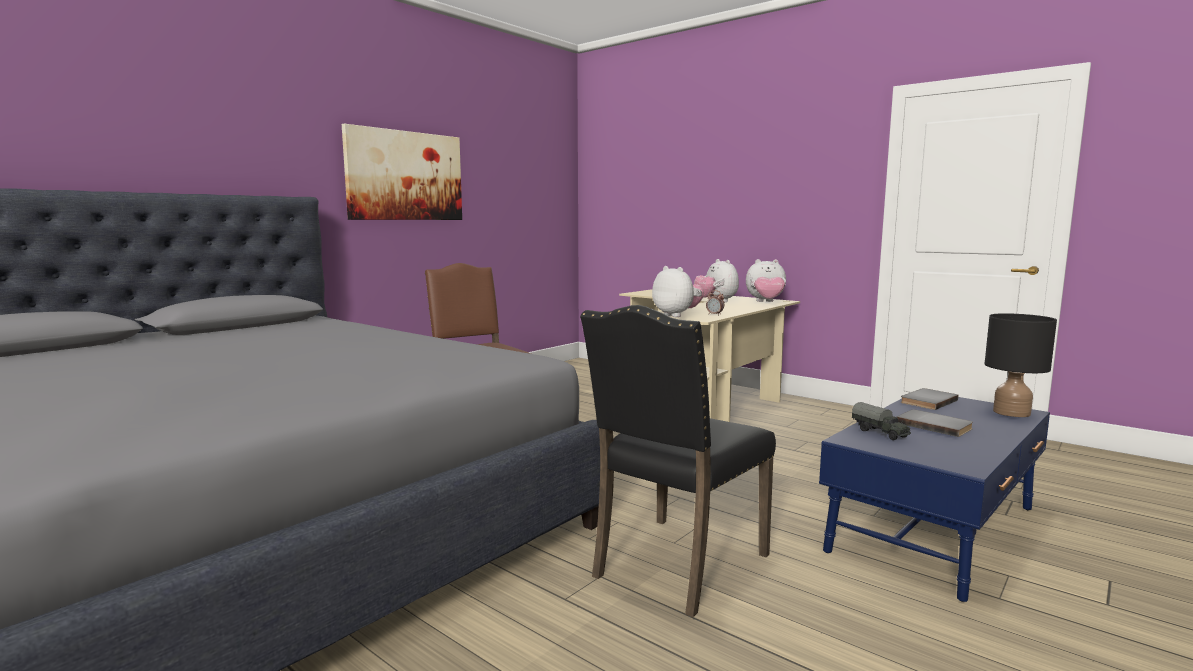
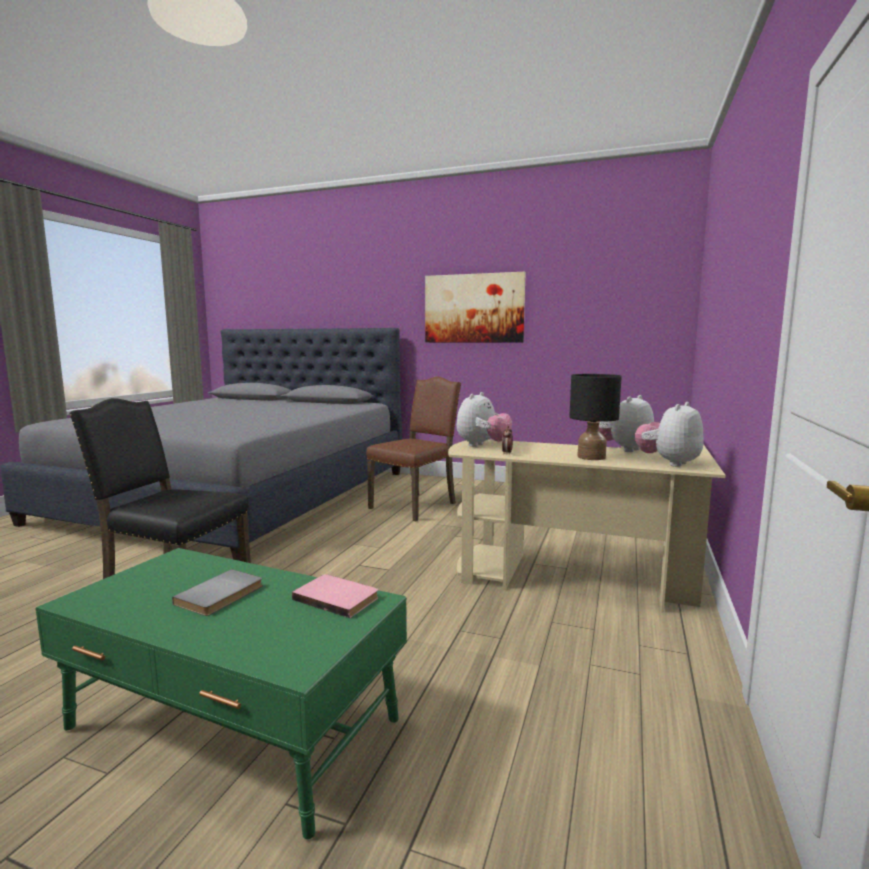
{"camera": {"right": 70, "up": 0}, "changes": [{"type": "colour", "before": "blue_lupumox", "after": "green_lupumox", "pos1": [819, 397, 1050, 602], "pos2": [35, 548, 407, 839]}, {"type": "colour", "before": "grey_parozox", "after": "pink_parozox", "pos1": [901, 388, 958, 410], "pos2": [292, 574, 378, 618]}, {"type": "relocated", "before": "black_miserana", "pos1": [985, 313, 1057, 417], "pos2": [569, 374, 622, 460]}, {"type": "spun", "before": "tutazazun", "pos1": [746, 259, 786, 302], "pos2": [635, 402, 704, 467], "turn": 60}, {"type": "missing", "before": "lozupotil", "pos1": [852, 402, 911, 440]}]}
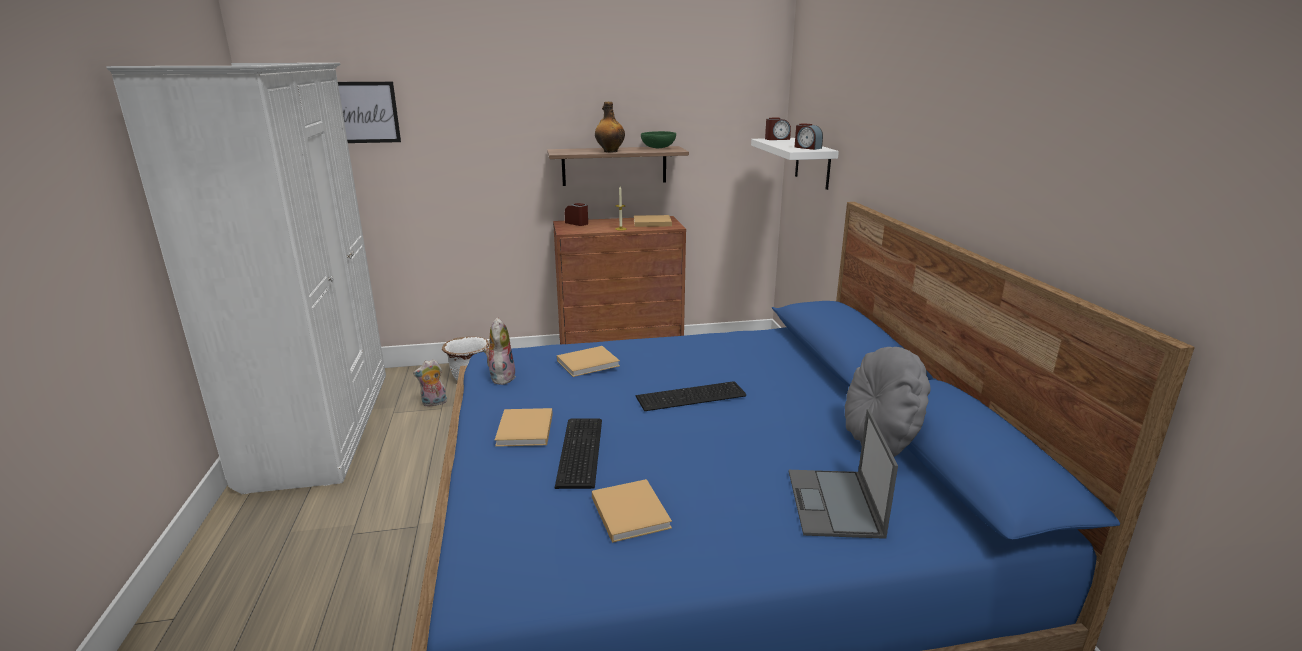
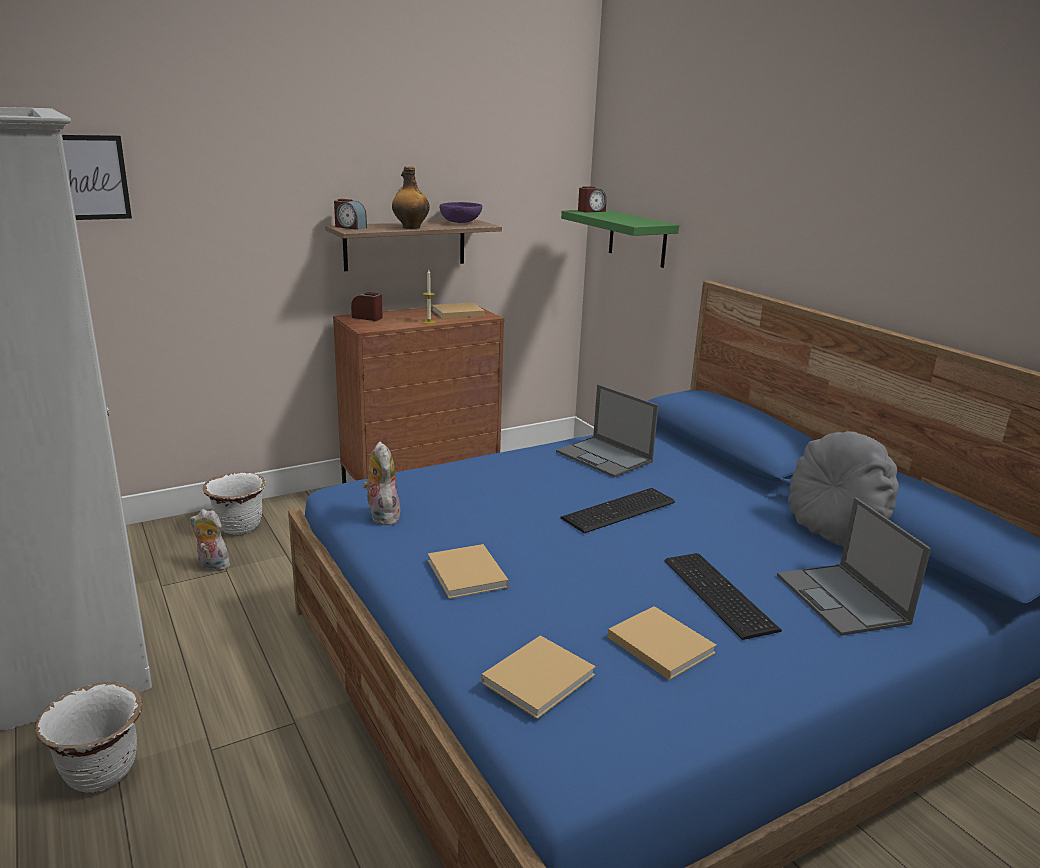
{"camera": {"right": -20, "up": 0}, "changes": [{"type": "appeared", "after": "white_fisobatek", "pos2": [35, 683, 143, 793]}, {"type": "spun", "before": "tutazazun", "pos1": [413, 359, 447, 407], "pos2": [190, 509, 232, 571], "turn": 60}, {"type": "relocated", "before": "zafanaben", "pos1": [795, 123, 823, 150], "pos2": [334, 199, 367, 230]}, {"type": "colour", "before": "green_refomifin", "after": "purple_refomifin", "pos1": [641, 131, 676, 148], "pos2": [440, 202, 482, 223]}, {"type": "relocated", "before": "beige_parozox", "pos1": [557, 346, 620, 377], "pos2": [481, 635, 596, 719]}, {"type": "appeared", "after": "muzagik", "pos2": [556, 384, 659, 478]}, {"type": "colour", "before": "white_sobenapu", "after": "green_sobenapu", "pos1": [751, 138, 839, 190], "pos2": [561, 210, 679, 268]}, {"type": "relocated", "before": "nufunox", "pos1": [555, 418, 602, 489], "pos2": [664, 553, 782, 640]}]}
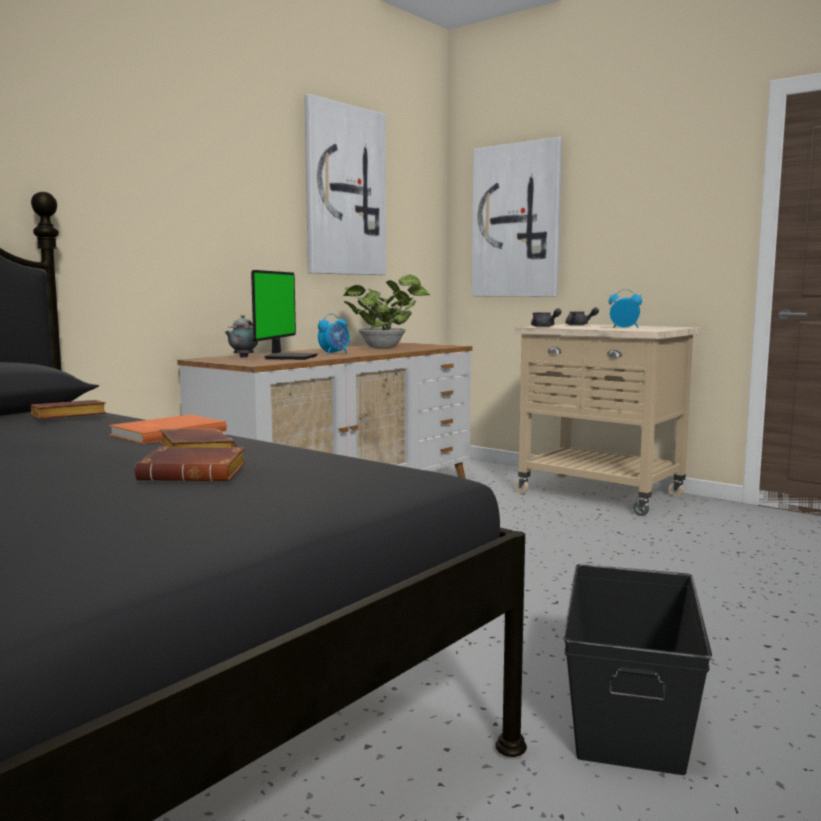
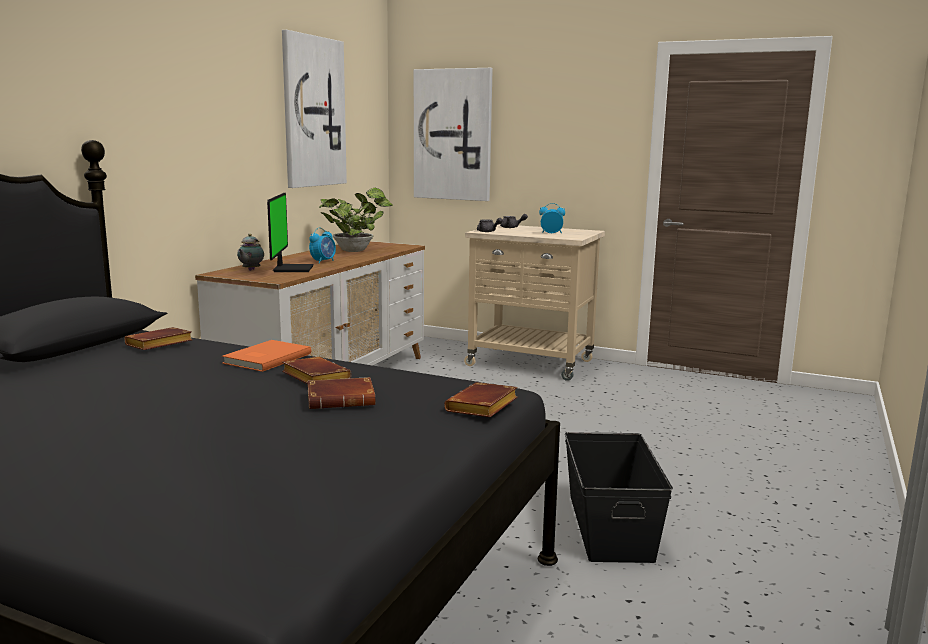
{"camera": {"right": -15, "up": 5}, "changes": [{"type": "appeared", "after": "brown_parozox", "pos2": [444, 382, 518, 417]}]}
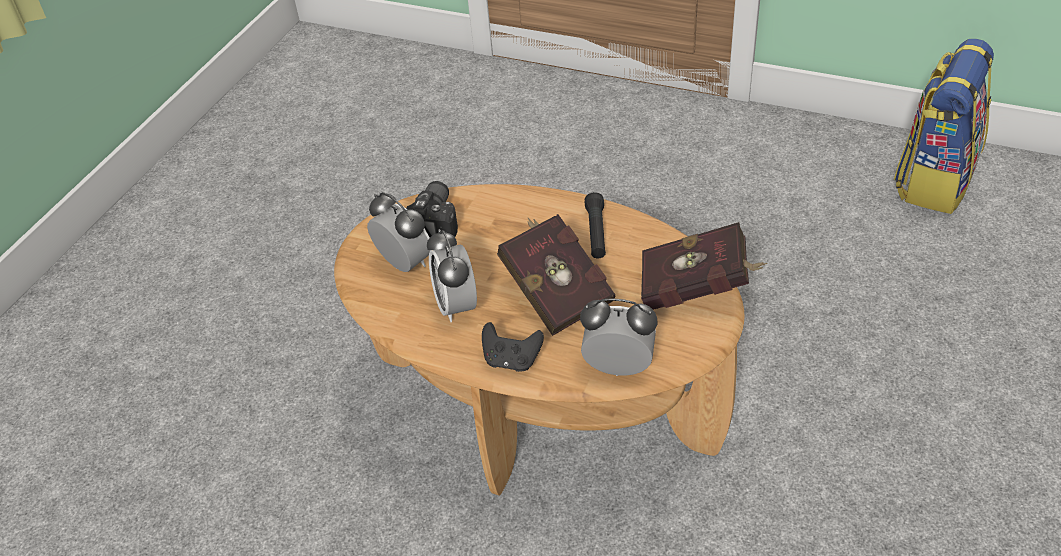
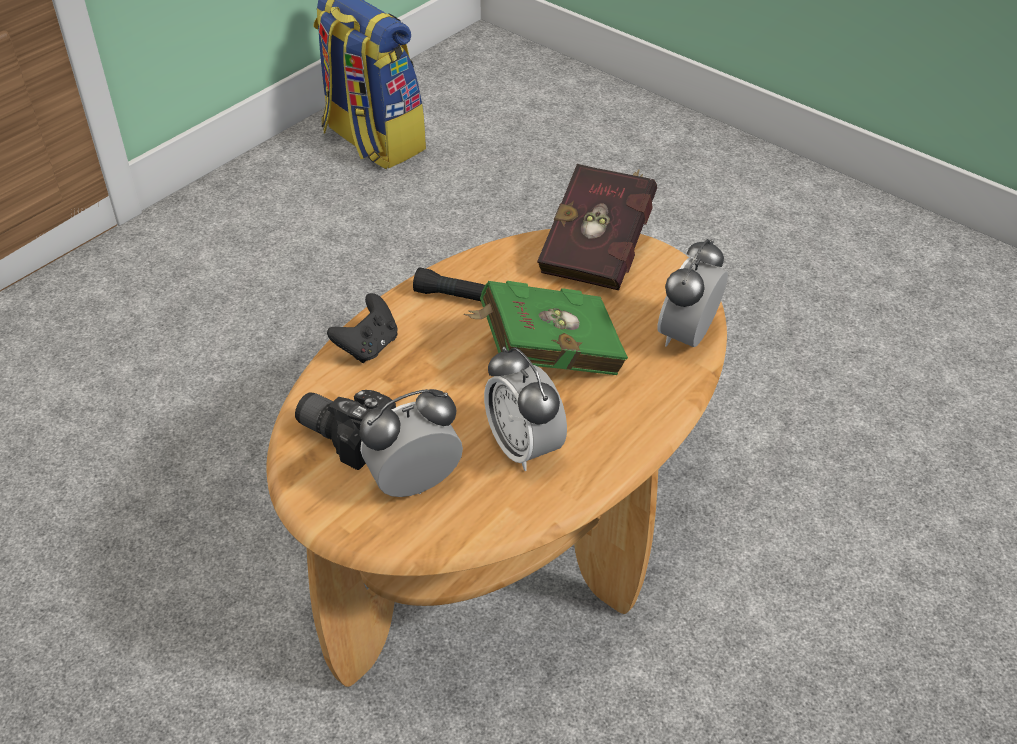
{"camera": {"right": -75, "up": 0}, "changes": [{"type": "relocated", "before": "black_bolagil", "pos1": [482, 322, 544, 372], "pos2": [327, 293, 398, 363]}, {"type": "colour", "before": "red_parozox", "after": "green_parozox", "pos1": [497, 214, 615, 336], "pos2": [464, 281, 628, 375]}, {"type": "spun", "before": "zafanaben", "pos1": [427, 229, 477, 322], "pos2": [484, 347, 567, 471], "turn": 60}]}
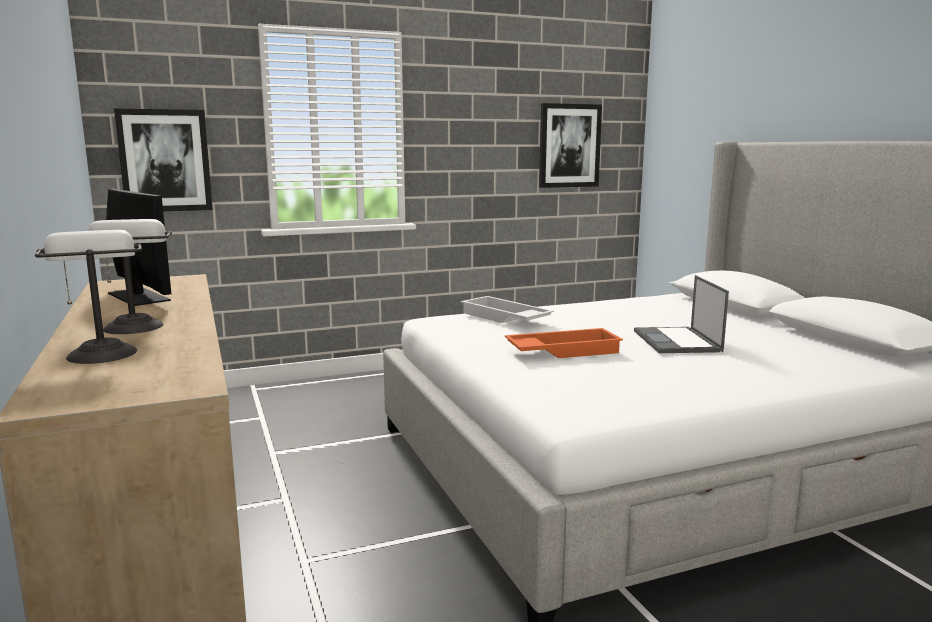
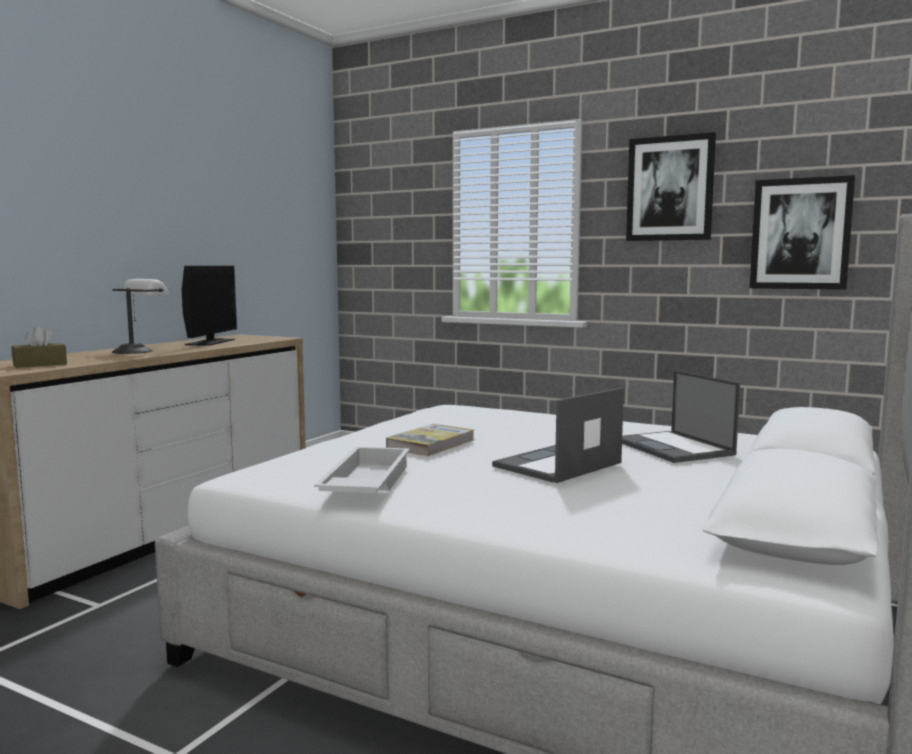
{"camera": {"right": 50, "up": -5}, "changes": [{"type": "appeared", "after": "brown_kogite", "pos2": [12, 326, 67, 368]}, {"type": "relocated", "before": "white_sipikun", "pos1": [461, 296, 554, 323], "pos2": [314, 447, 410, 493]}, {"type": "exchanged", "before": "orange_sipikun", "after": "parozox", "pos1": [505, 328, 623, 358], "pos2": [386, 424, 474, 456]}, {"type": "appeared", "after": "muzagik", "pos2": [622, 370, 740, 463]}, {"type": "relocated", "before": "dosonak", "pos1": [114, 108, 213, 211], "pos2": [626, 132, 716, 241]}, {"type": "missing", "before": "miserana", "pos1": [35, 230, 142, 364]}]}
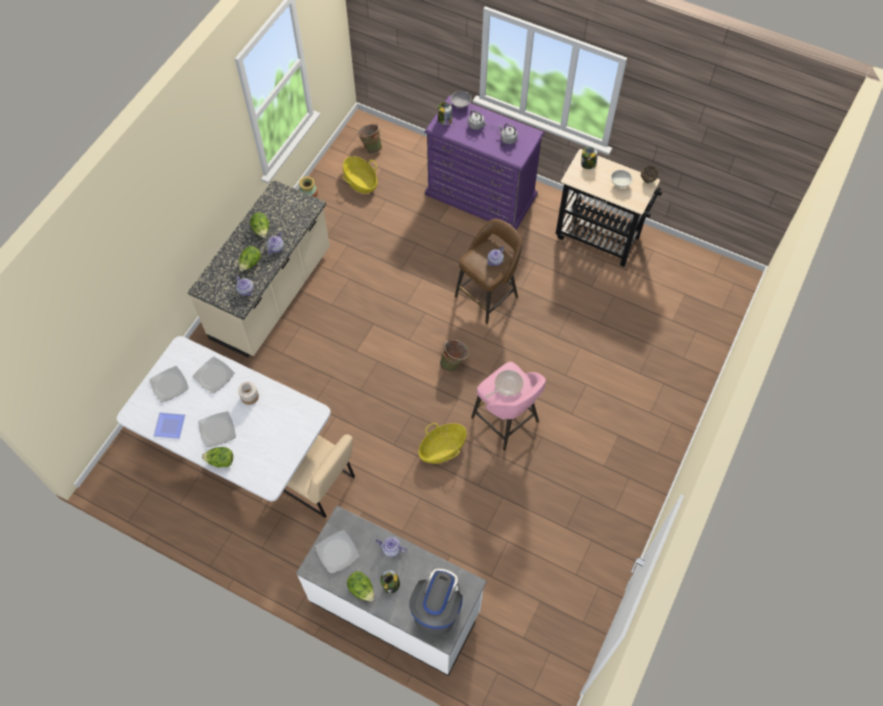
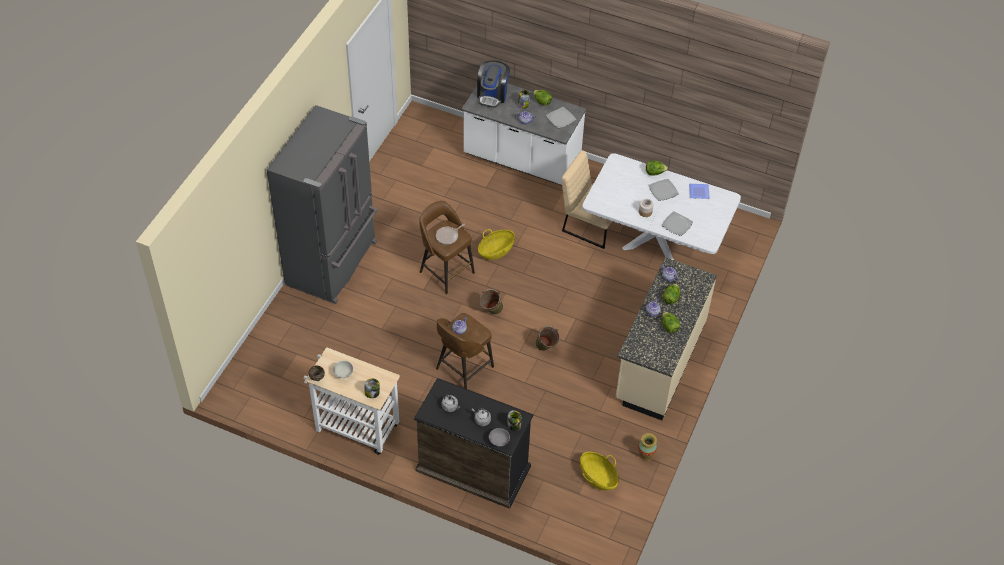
{"camera": {"right": 175, "up": -10}, "changes": [{"type": "appeared", "after": "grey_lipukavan", "pos2": [267, 105, 378, 304]}, {"type": "colour", "before": "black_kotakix", "after": "white_kotakix", "pos1": [556, 149, 662, 267], "pos2": [304, 348, 400, 455]}, {"type": "colour", "before": "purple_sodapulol", "after": "black_sodapulol", "pos1": [424, 95, 545, 230], "pos2": [414, 378, 534, 509]}, {"type": "colour", "before": "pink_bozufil", "after": "brown_bozufil", "pos1": [471, 362, 546, 451], "pos2": [419, 201, 475, 294]}, {"type": "relocated", "before": "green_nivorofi", "pos1": [357, 123, 382, 154], "pos2": [535, 326, 560, 351]}, {"type": "missing", "before": "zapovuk", "pos1": [149, 366, 189, 402]}]}
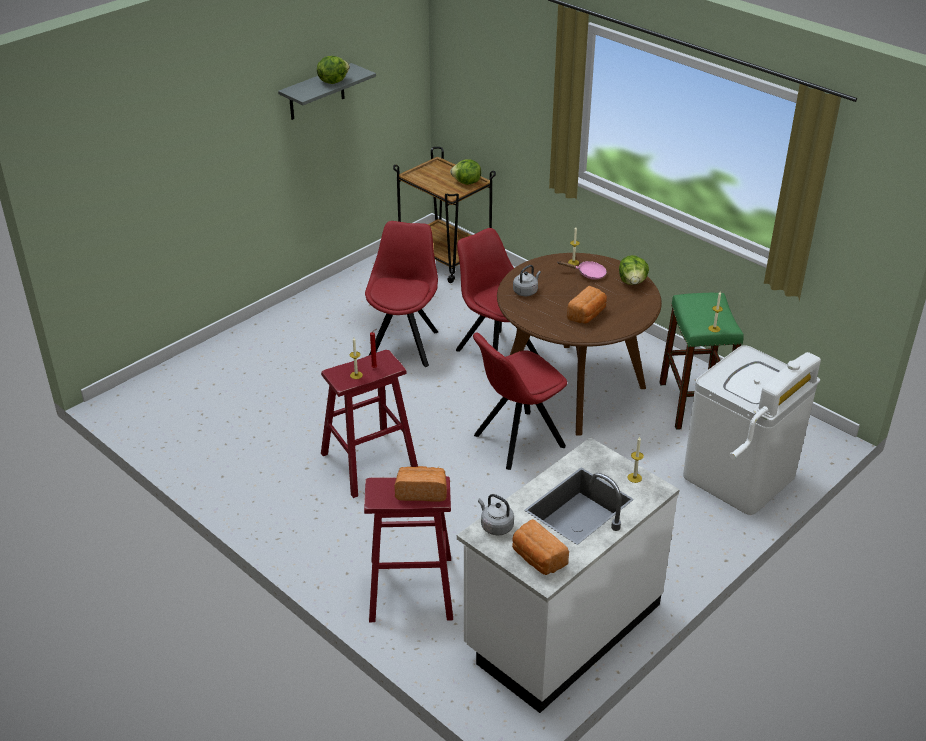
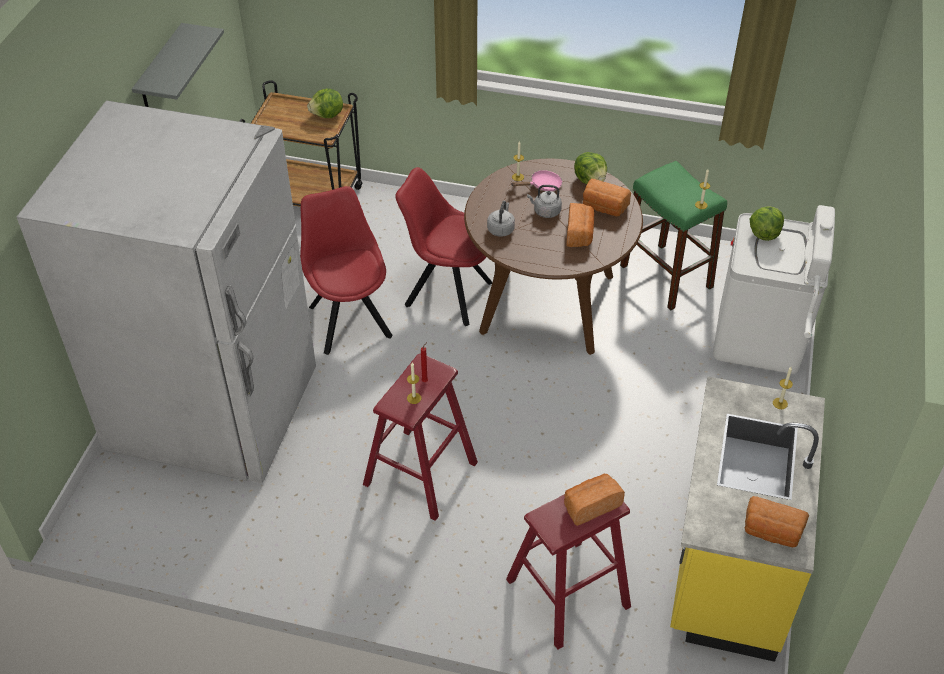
{"camera": {"right": -30, "up": 10}, "changes": [{"type": "appeared", "after": "white_lipukavan", "pos2": [17, 100, 316, 483]}, {"type": "relocated", "before": "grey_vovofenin", "pos1": [478, 494, 514, 535], "pos2": [527, 185, 562, 218]}, {"type": "appeared", "after": "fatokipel", "pos2": [583, 179, 631, 216]}, {"type": "colour", "before": "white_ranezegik", "after": "yellow_ranezegik", "pos1": [457, 437, 680, 713], "pos2": [670, 377, 825, 662]}, {"type": "relocated", "before": "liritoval", "pos1": [317, 56, 350, 84], "pos2": [750, 206, 784, 241]}, {"type": "missing", "before": "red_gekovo", "pos1": [473, 333, 567, 470]}]}
